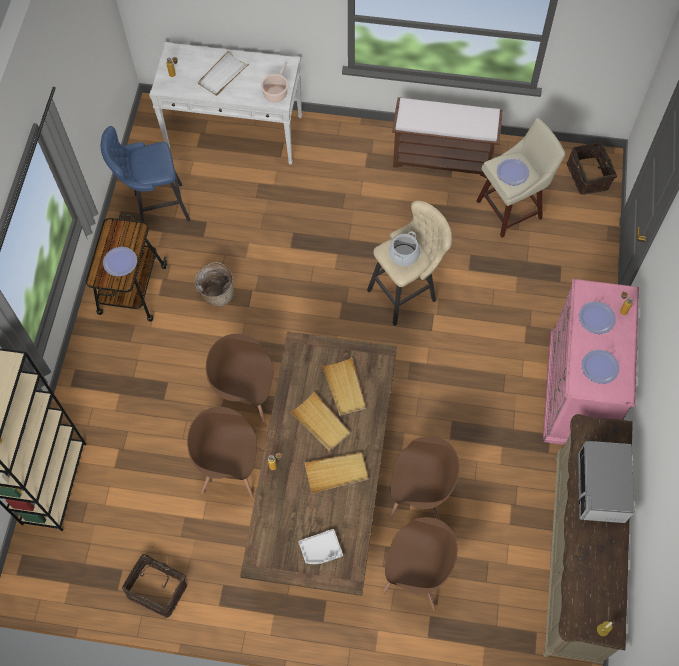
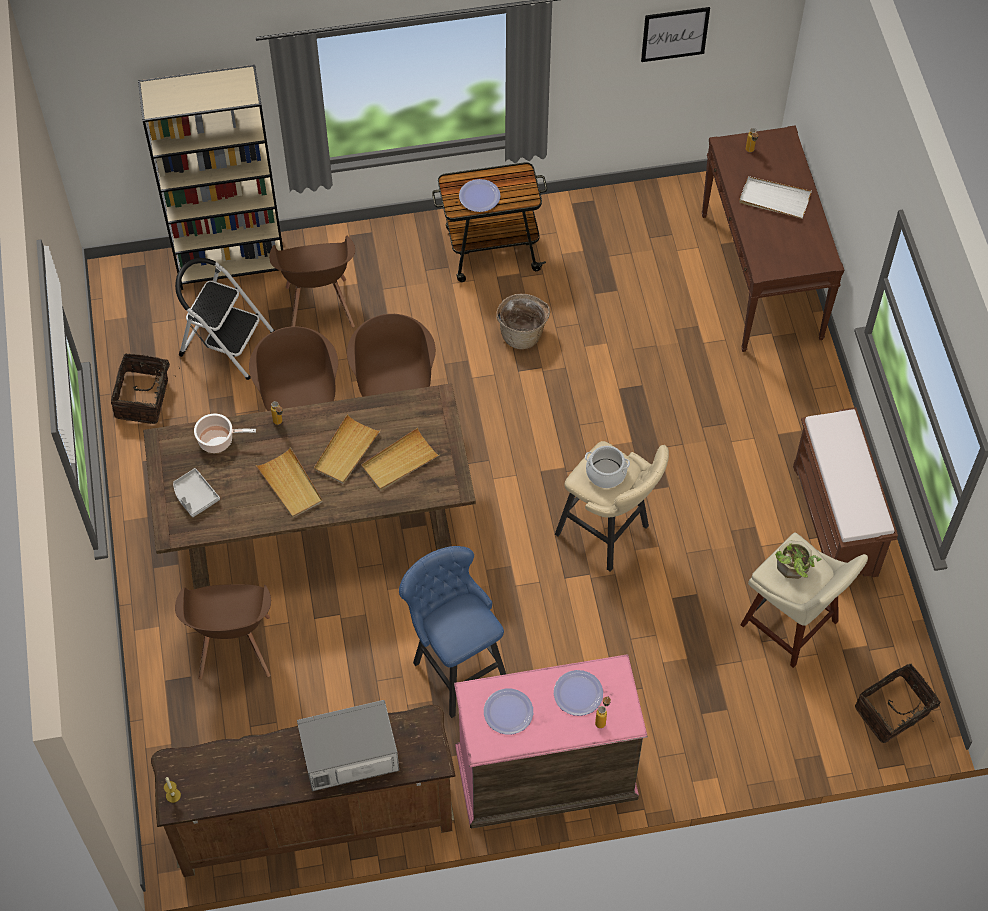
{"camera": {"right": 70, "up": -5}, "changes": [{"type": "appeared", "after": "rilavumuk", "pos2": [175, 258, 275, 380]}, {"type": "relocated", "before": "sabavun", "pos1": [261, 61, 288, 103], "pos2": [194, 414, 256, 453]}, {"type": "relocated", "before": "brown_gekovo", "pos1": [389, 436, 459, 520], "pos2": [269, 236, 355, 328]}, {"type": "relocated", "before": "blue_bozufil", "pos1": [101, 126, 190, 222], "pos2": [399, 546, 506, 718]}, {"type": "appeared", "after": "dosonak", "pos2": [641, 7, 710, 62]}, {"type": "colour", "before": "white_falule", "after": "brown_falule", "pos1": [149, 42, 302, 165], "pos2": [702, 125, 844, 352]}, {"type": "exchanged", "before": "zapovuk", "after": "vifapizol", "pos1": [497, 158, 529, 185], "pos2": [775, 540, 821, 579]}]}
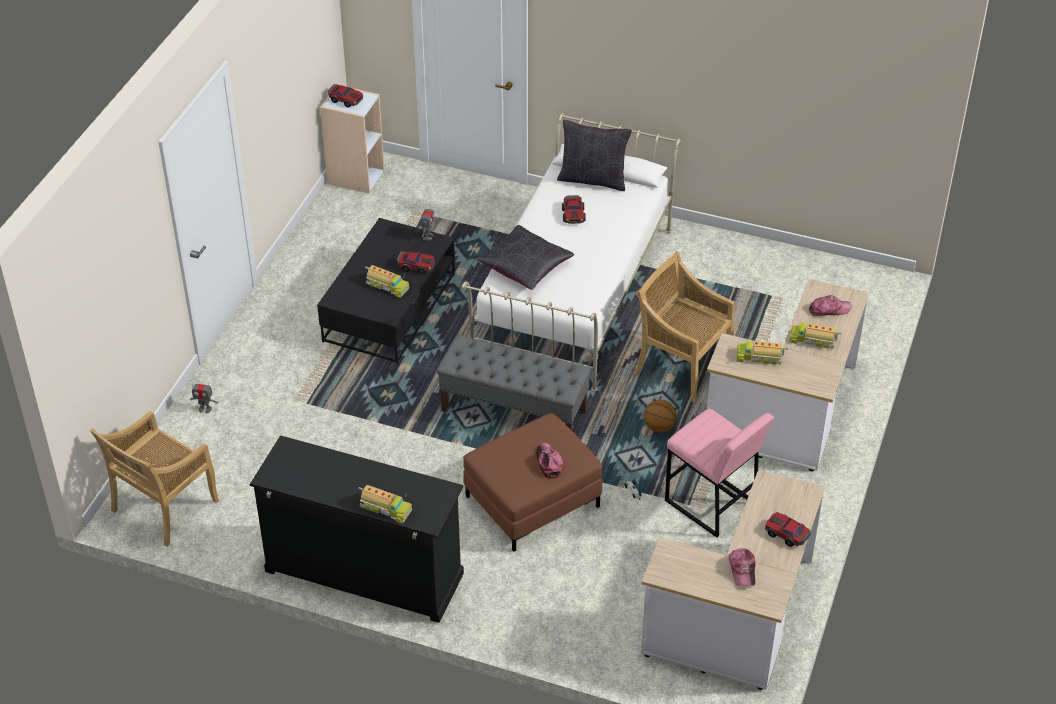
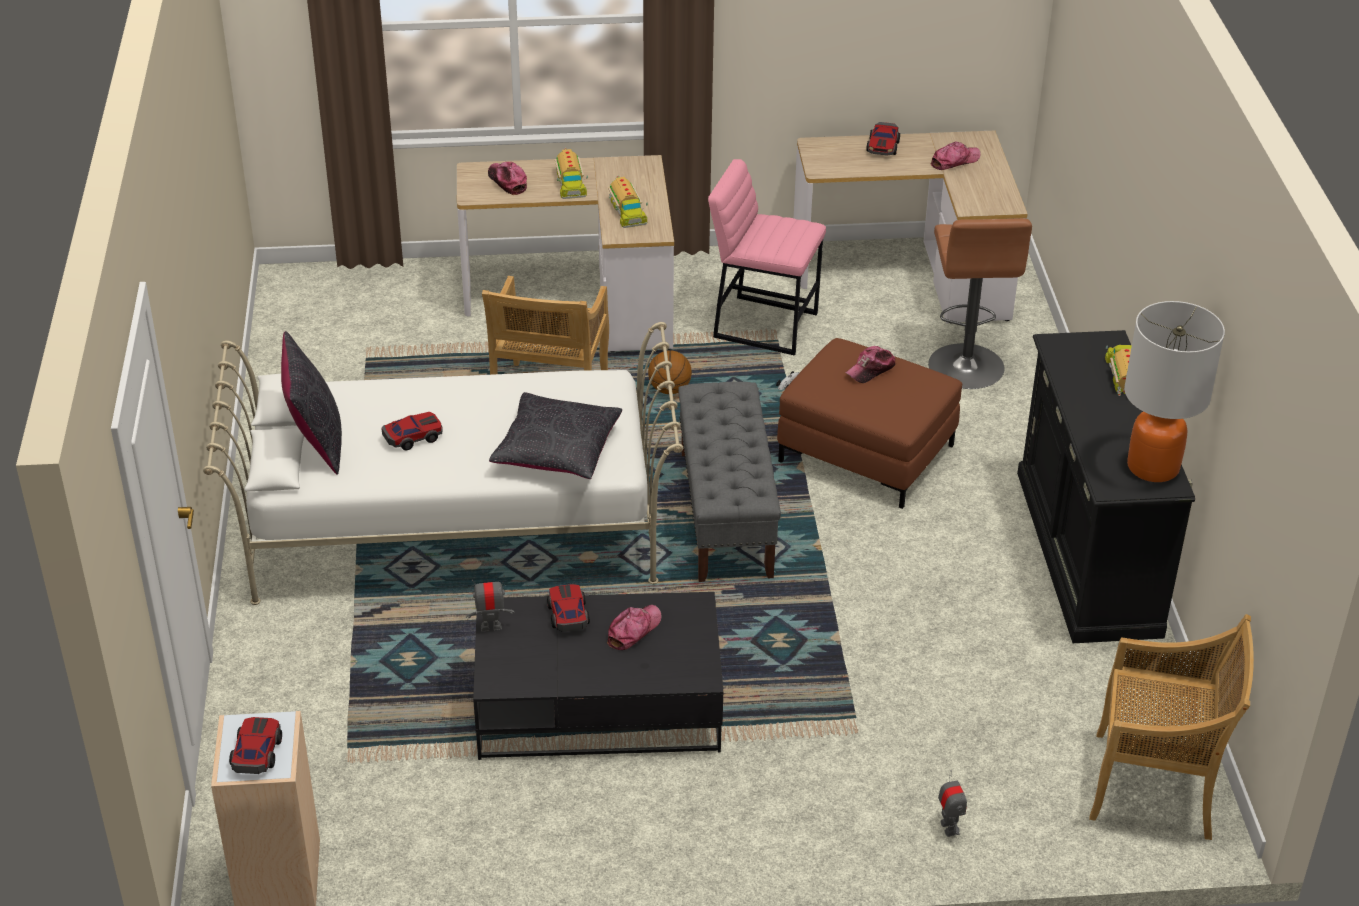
{"camera": {"right": -115, "up": -5}, "changes": [{"type": "exchanged", "before": "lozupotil", "after": "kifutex", "pos1": [365, 265, 409, 298], "pos2": [607, 605, 662, 650]}, {"type": "spun", "before": "pink_gekovo", "pos1": [665, 409, 775, 537], "pos2": [708, 159, 826, 356], "turn": -90}, {"type": "appeared", "after": "brown_bozufil", "pos2": [928, 218, 1032, 389]}, {"type": "appeared", "after": "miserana", "pos2": [1124, 301, 1225, 482]}]}
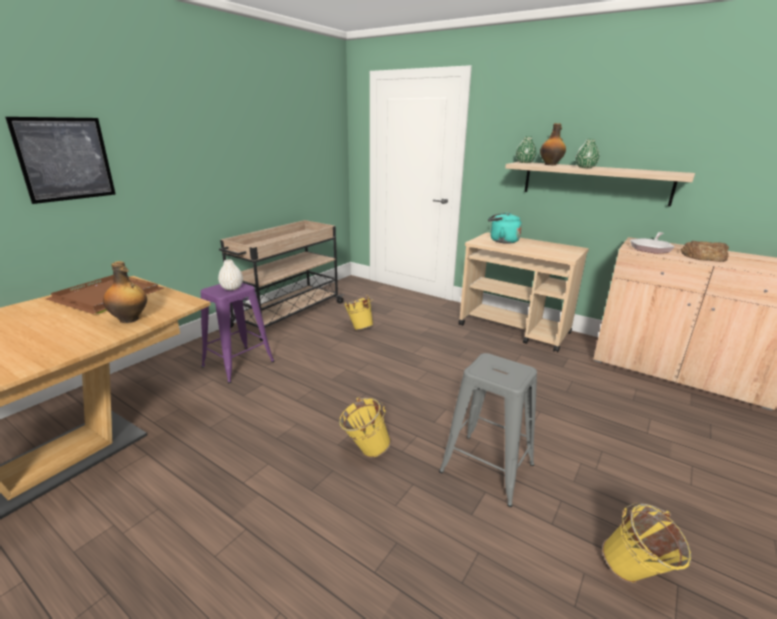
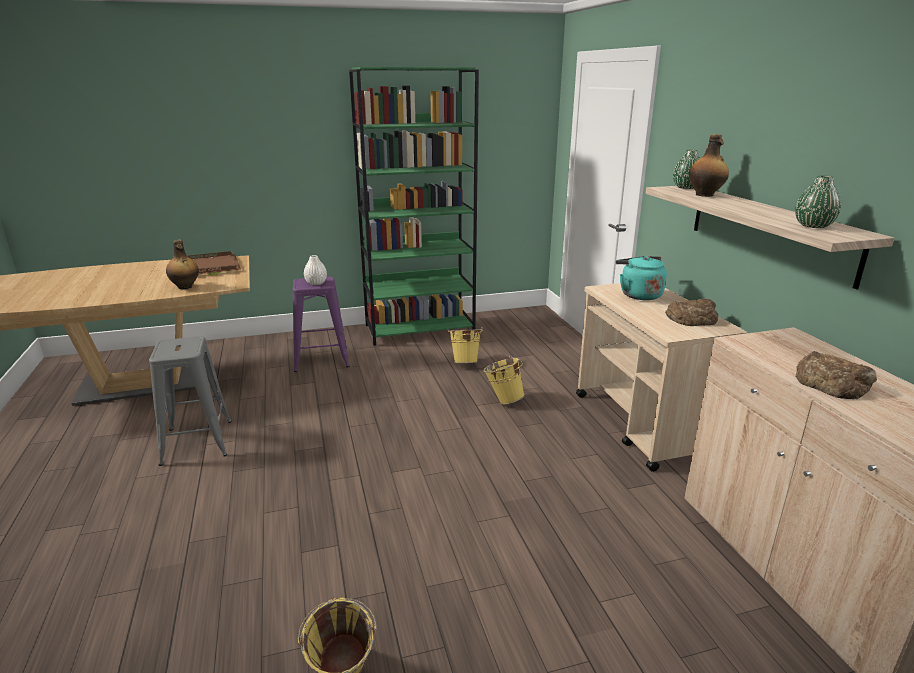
{"camera": {"right": 40, "up": 0}, "changes": [{"type": "relocated", "before": "grey_bozufil", "pos1": [439, 353, 537, 507], "pos2": [149, 336, 231, 466]}, {"type": "exchanged", "before": "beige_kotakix", "after": "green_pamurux", "pos1": [219, 220, 345, 341], "pos2": [349, 67, 479, 346]}, {"type": "relocated", "before": "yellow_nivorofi", "pos1": [339, 397, 391, 458], "pos2": [483, 356, 525, 404]}, {"type": "appeared", "after": "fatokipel", "pos2": [665, 299, 718, 326]}, {"type": "relocated", "before": "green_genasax", "pos1": [576, 139, 599, 168], "pos2": [795, 176, 841, 228]}, {"type": "missing", "before": "dosonak", "pos1": [5, 117, 116, 204]}, {"type": "missing", "before": "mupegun", "pos1": [630, 232, 674, 254]}]}
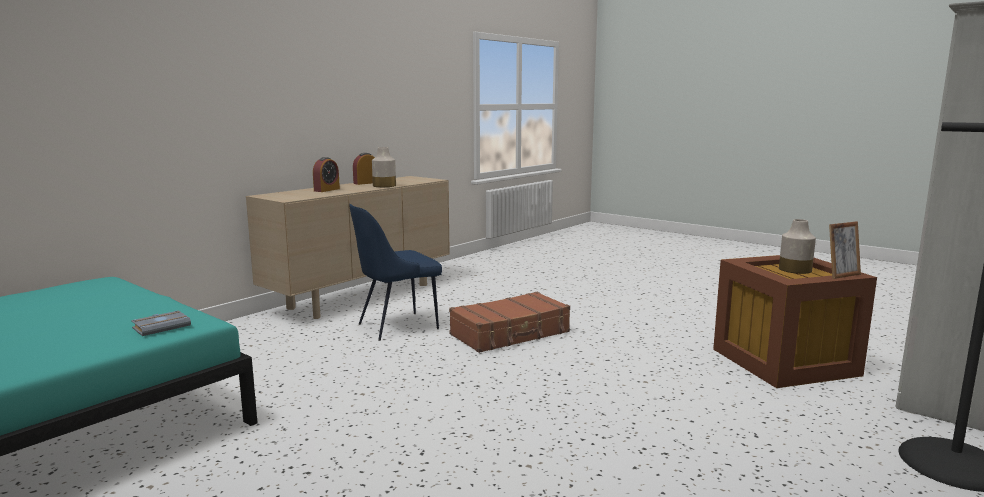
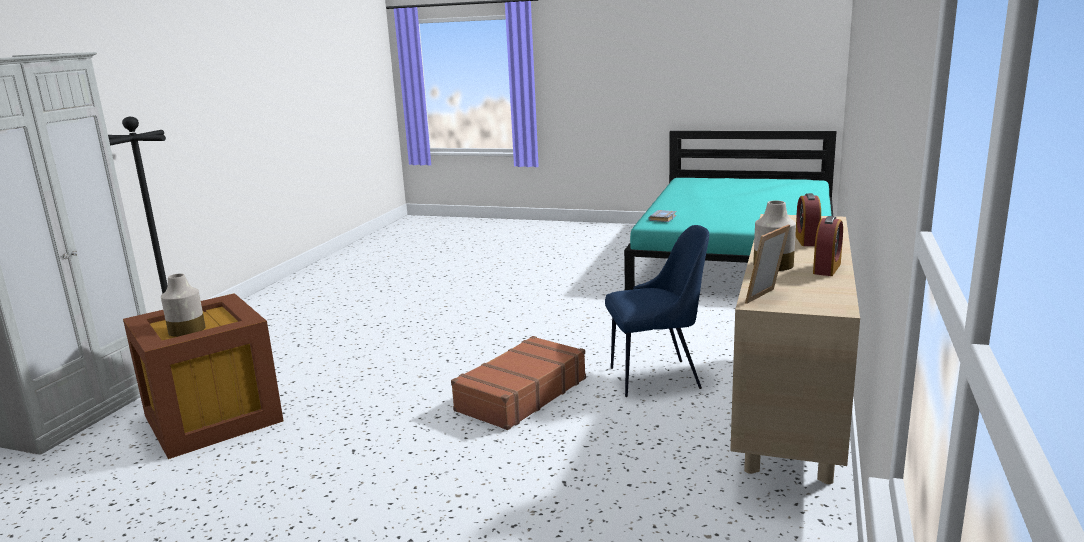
{"camera": {"right": 160, "up": 5}, "changes": [{"type": "spun", "before": "blue_gekovo", "pos1": [349, 204, 442, 341], "pos2": [605, 225, 709, 397], "turn": 45}, {"type": "relocated", "before": "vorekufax", "pos1": [829, 221, 861, 279], "pos2": [745, 224, 790, 304]}]}
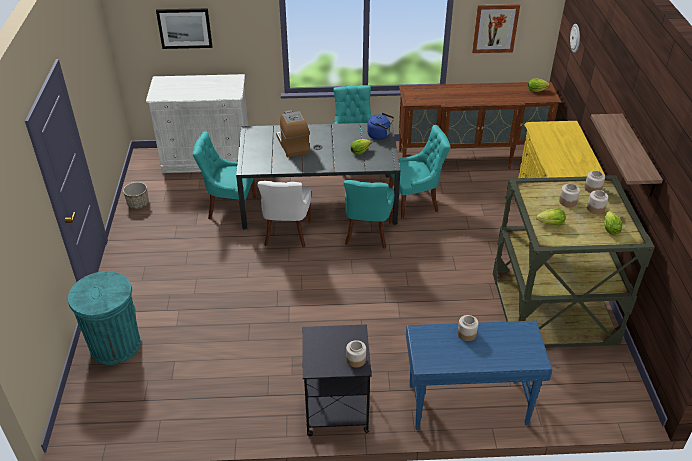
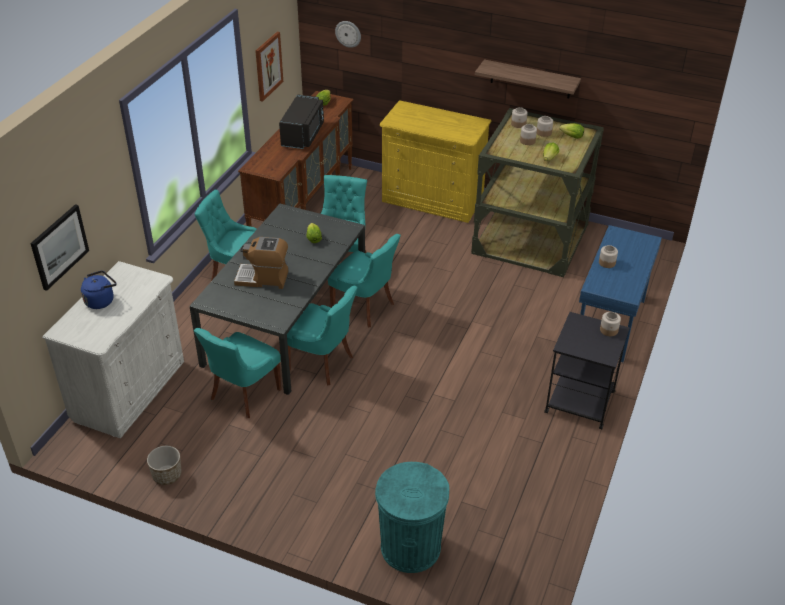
{"camera": {"right": -65, "up": 0}, "changes": [{"type": "relocated", "before": "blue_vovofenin", "pos1": [367, 113, 394, 140], "pos2": [81, 271, 117, 309]}, {"type": "appeared", "after": "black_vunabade", "pos2": [279, 94, 324, 149]}, {"type": "colour", "before": "white_gekovo", "after": "turquoise_gekovo", "pos1": [257, 181, 311, 248], "pos2": [287, 286, 358, 385]}]}
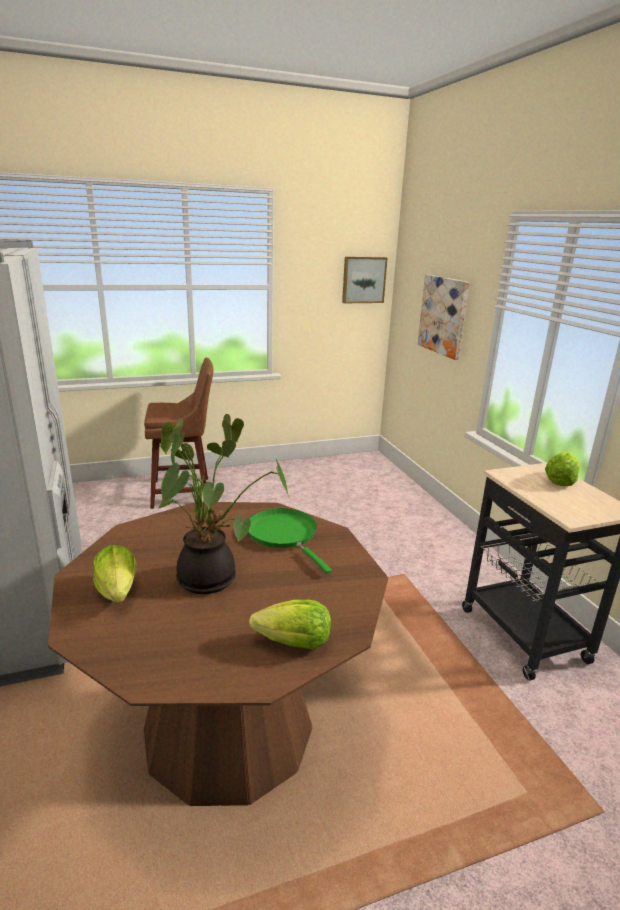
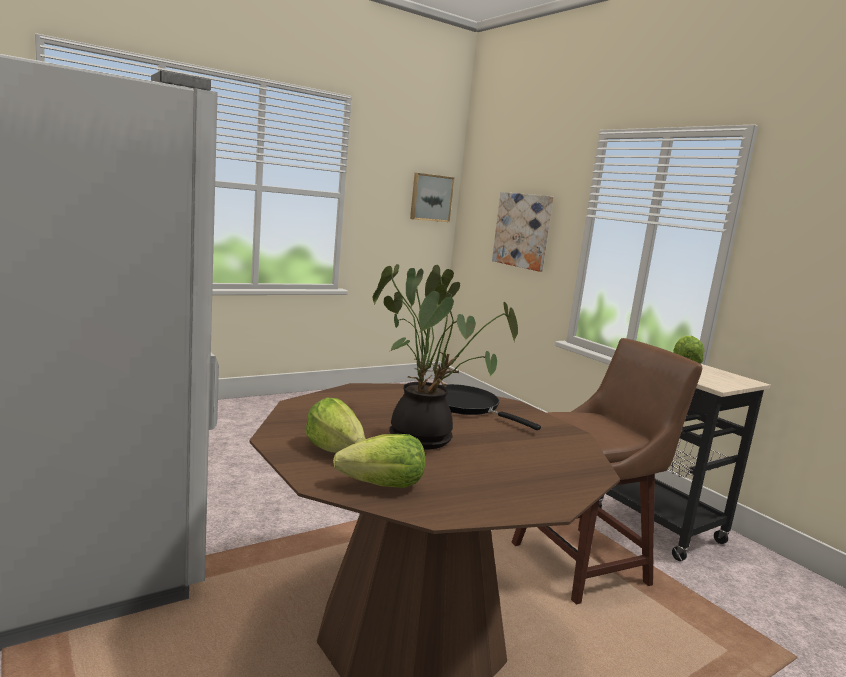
{"camera": {"right": -15, "up": -10}, "changes": [{"type": "relocated", "before": "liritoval", "pos1": [249, 600, 331, 649], "pos2": [333, 434, 425, 488]}, {"type": "colour", "before": "green_mupegun", "after": "black_mupegun", "pos1": [248, 508, 332, 574], "pos2": [441, 384, 541, 430]}, {"type": "relocated", "before": "brown_gekovo", "pos1": [144, 358, 213, 509], "pos2": [511, 338, 702, 605]}]}
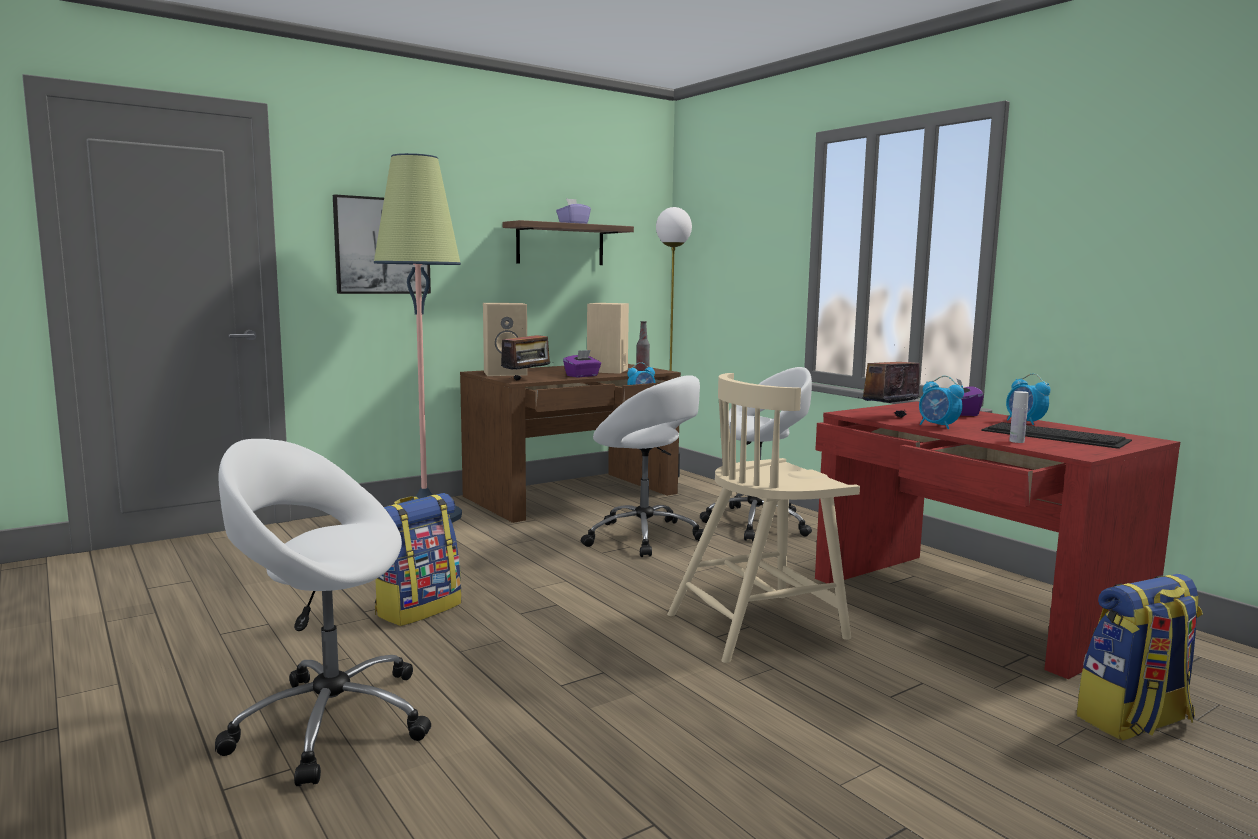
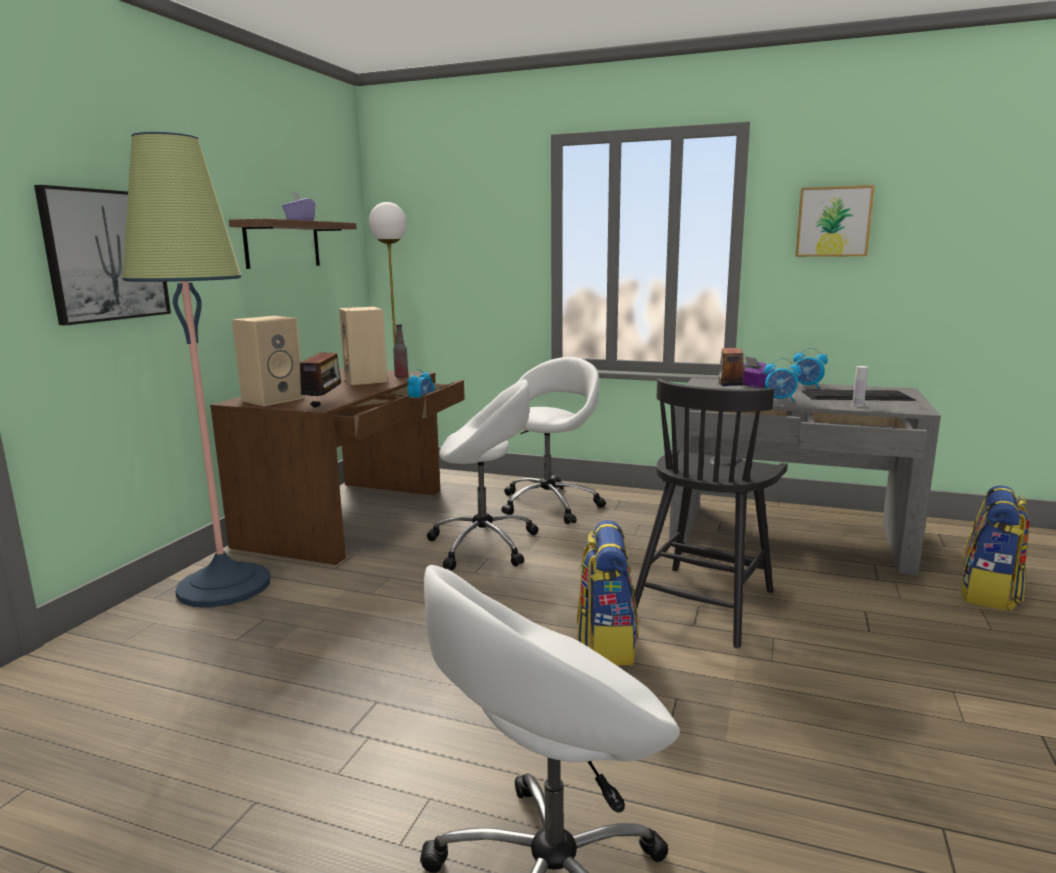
{"camera": {"right": -35, "up": 5}, "changes": [{"type": "relocated", "before": "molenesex", "pos1": [375, 493, 461, 626], "pos2": [577, 520, 639, 666]}, {"type": "colour", "before": "beige_gekovo", "after": "black_gekovo", "pos1": [667, 373, 860, 663], "pos2": [634, 378, 788, 648]}, {"type": "colour", "before": "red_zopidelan", "after": "grey_zopidelan", "pos1": [815, 401, 1180, 679], "pos2": [669, 378, 941, 576]}, {"type": "appeared", "after": "dosonak", "pos2": [795, 185, 875, 257]}, {"type": "missing", "before": "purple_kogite", "pos1": [563, 350, 601, 377]}]}
